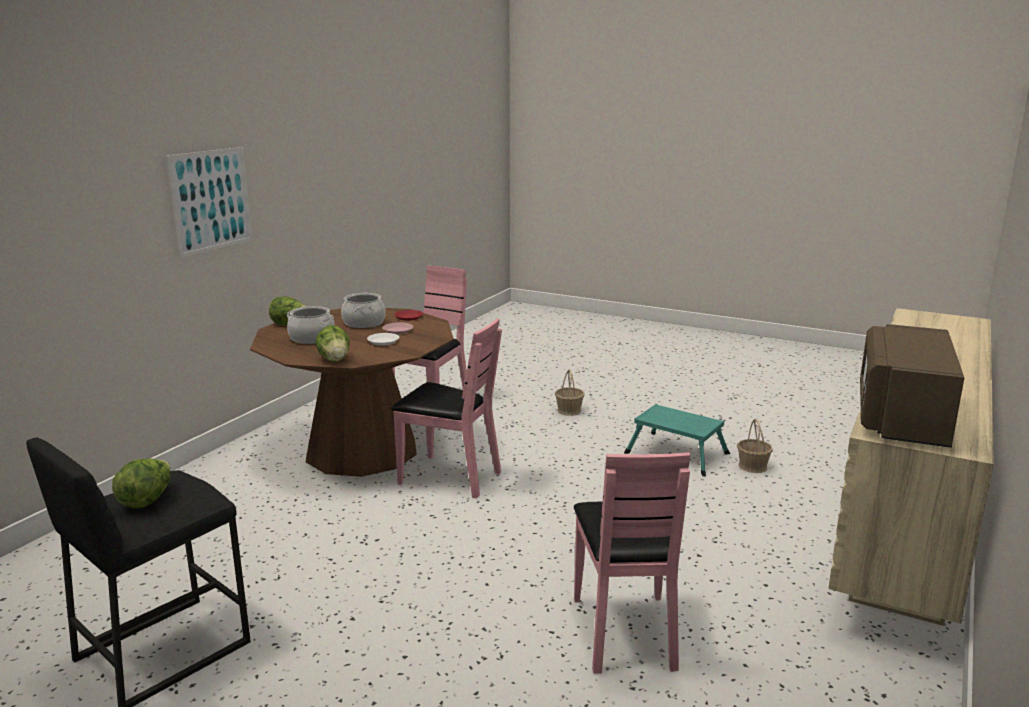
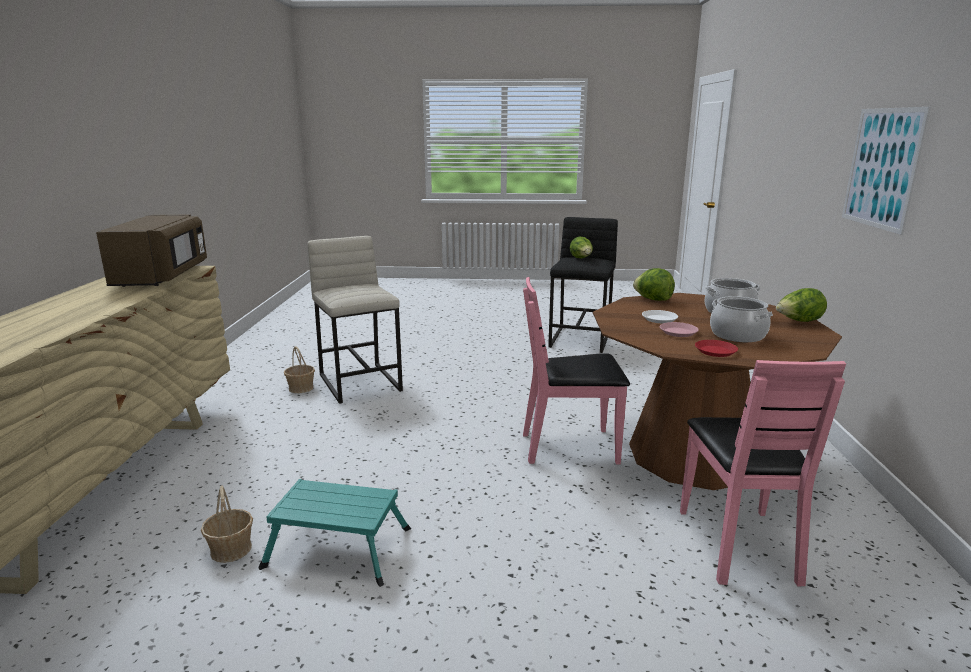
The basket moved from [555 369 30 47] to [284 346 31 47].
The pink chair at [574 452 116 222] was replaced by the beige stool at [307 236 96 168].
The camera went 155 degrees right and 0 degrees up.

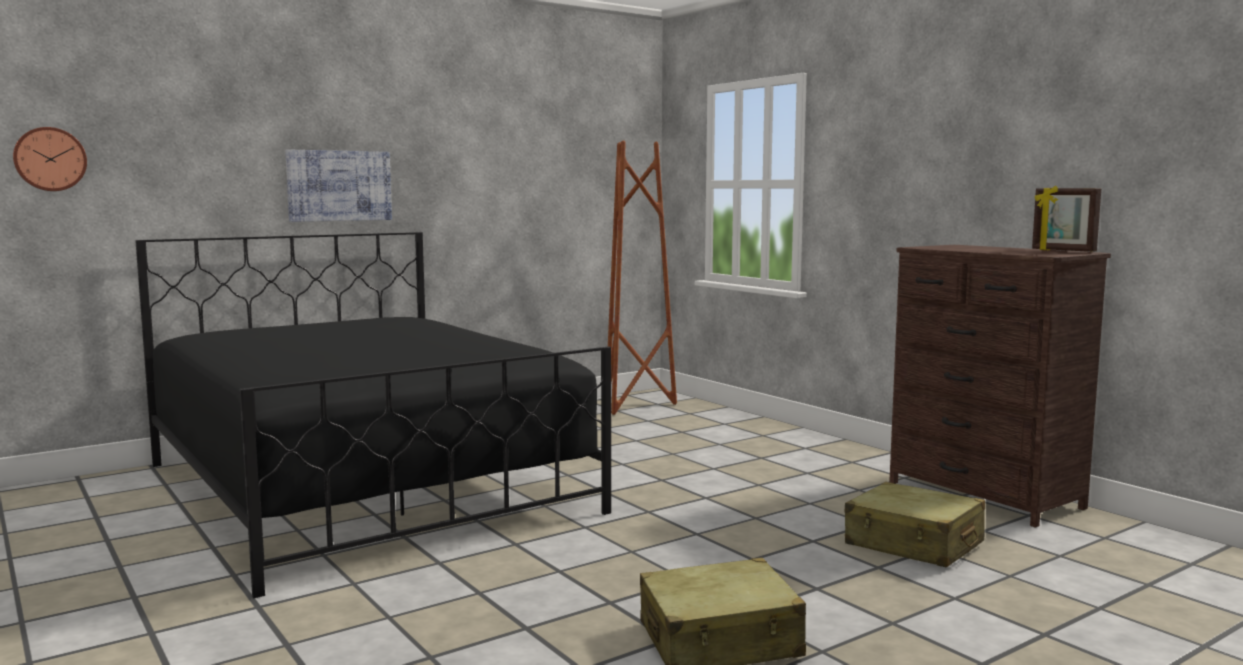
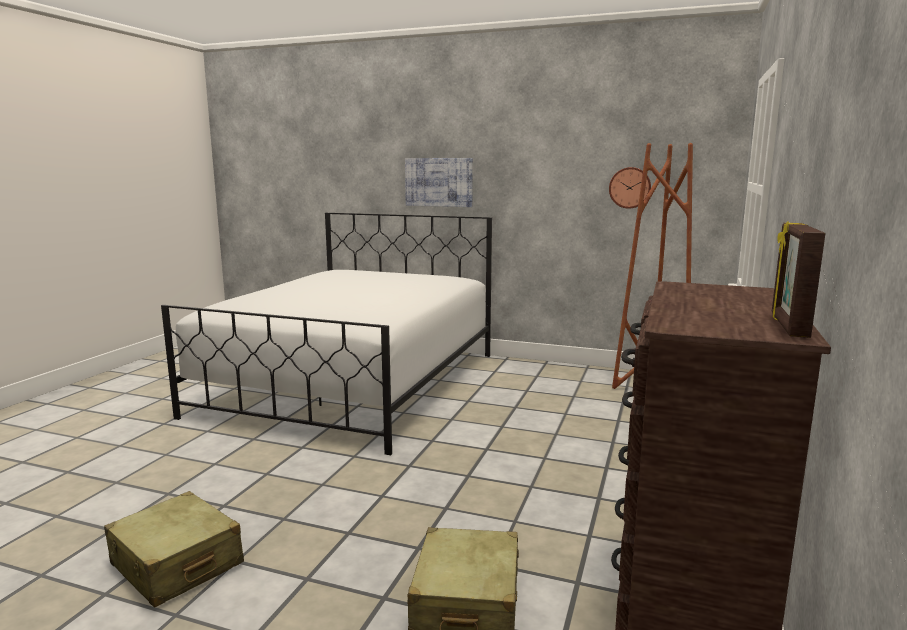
The wall clock moved from [13 127 74 64] to [609 167 42 42].
The black bed at [135 232 476 366] became the white bed at [161 213 331 242].
The camera went 55 degrees right and 5 degrees up.

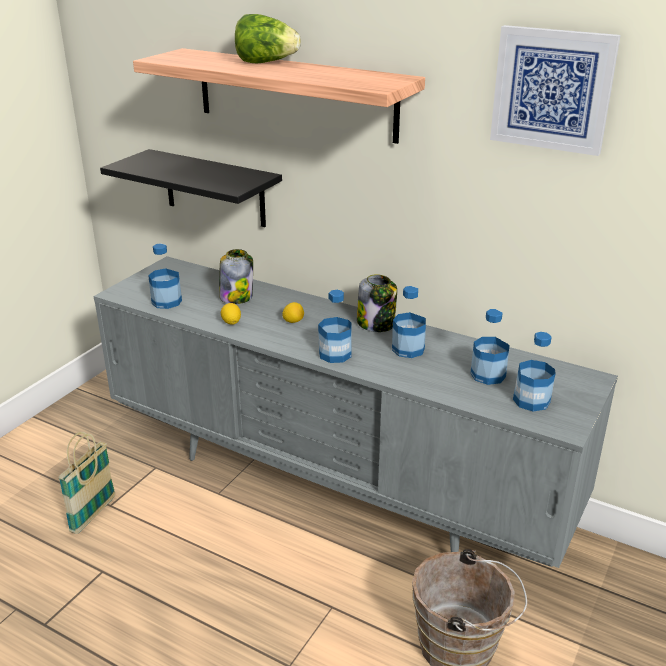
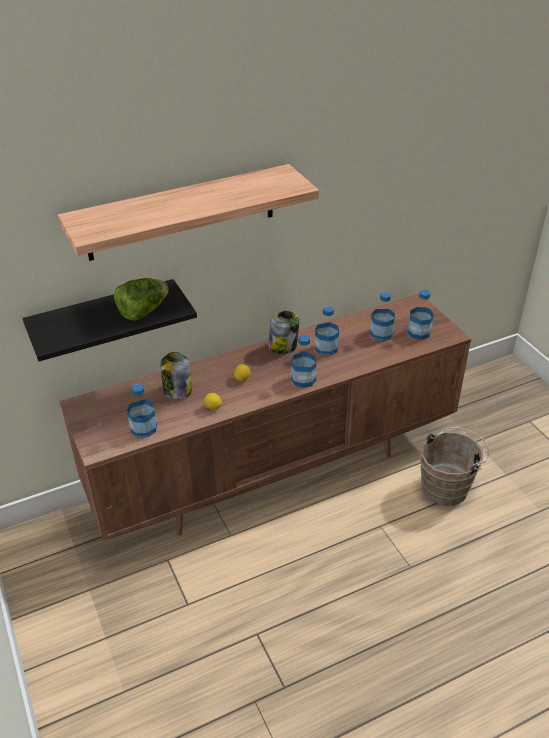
The basket at [58 432 57 102] disappeared.
The grey cabinet at [94 256 524 312] became the brown cabinet at [59 294 412 247].
The lettuce moved from [235 14 66 49] to [114 278 54 43].
The picture at [490 25 131 131] disappeared.
The camera went 55 degrees left and 10 degrees up.

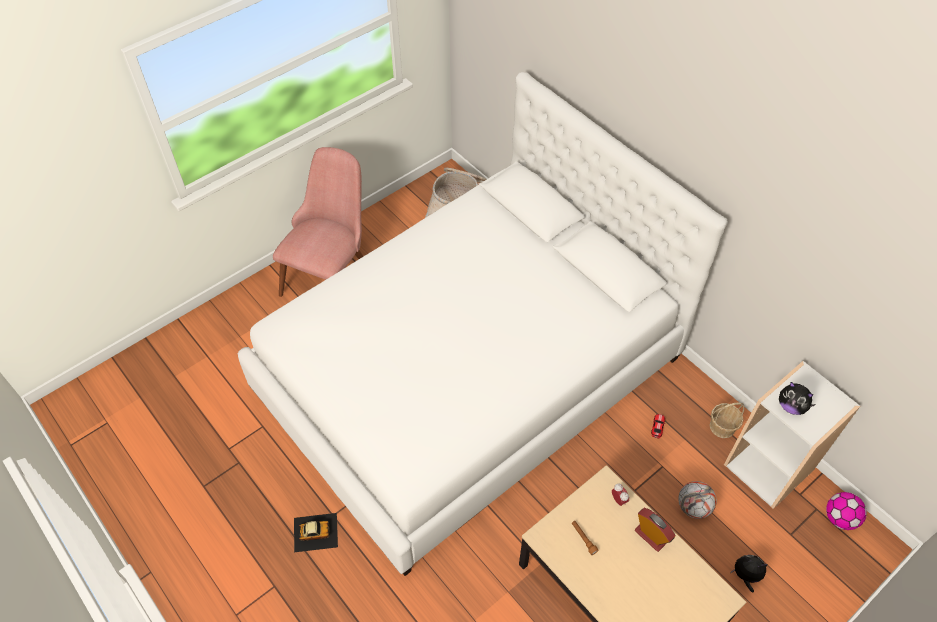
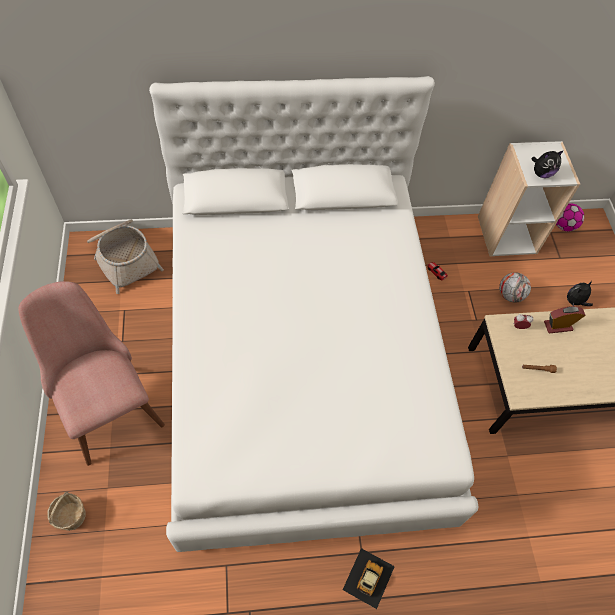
The basket moved from [710 403 34 35] to [47 492 39 39].
The camera went 60 degrees left and 5 degrees up.

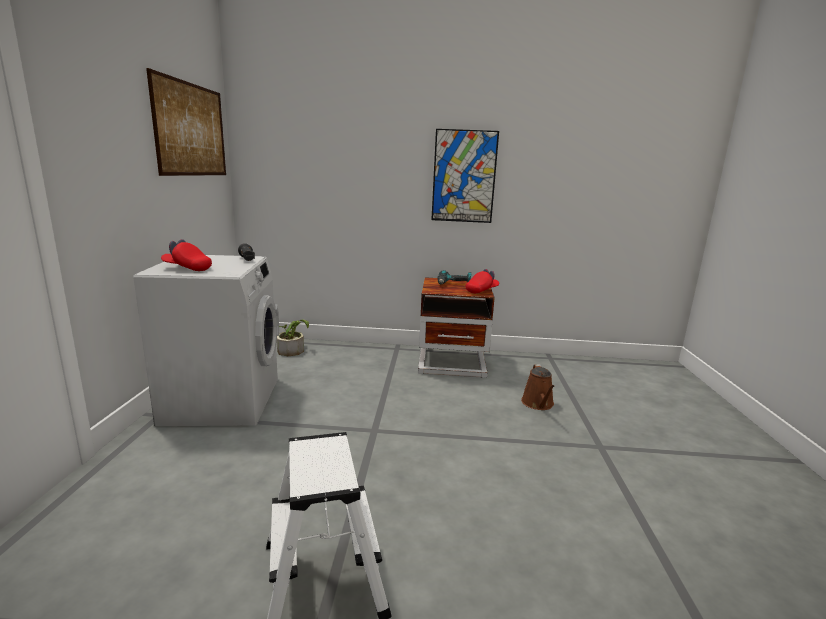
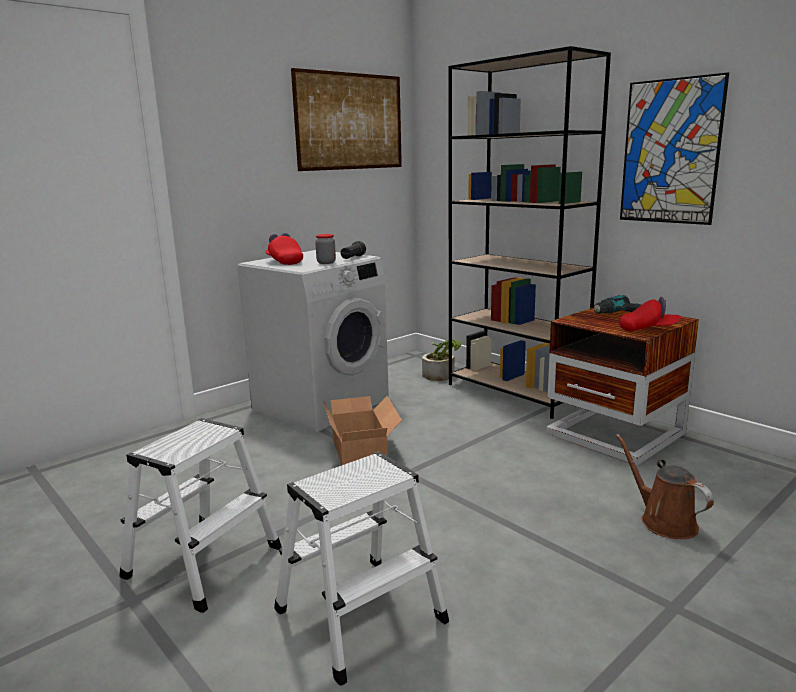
The brown watering can at [521 364 34 46] turned 105 degrees clockwise.
The white step ladder at [274 451 175 235] appeared.
The jar at [315 234 21 30] appeared.
The cardboard box at [322 396 80 70] appeared.
The beige bookcase at [448 46 163 373] appeared.
The camera went 45 degrees right and 0 degrees up.

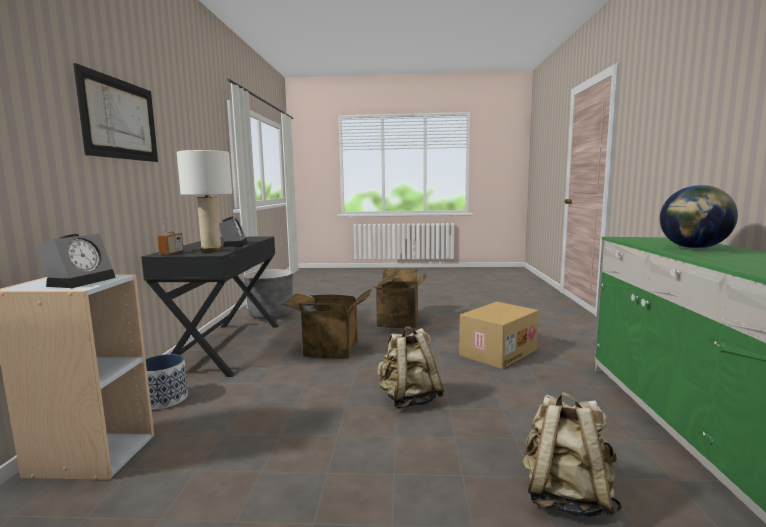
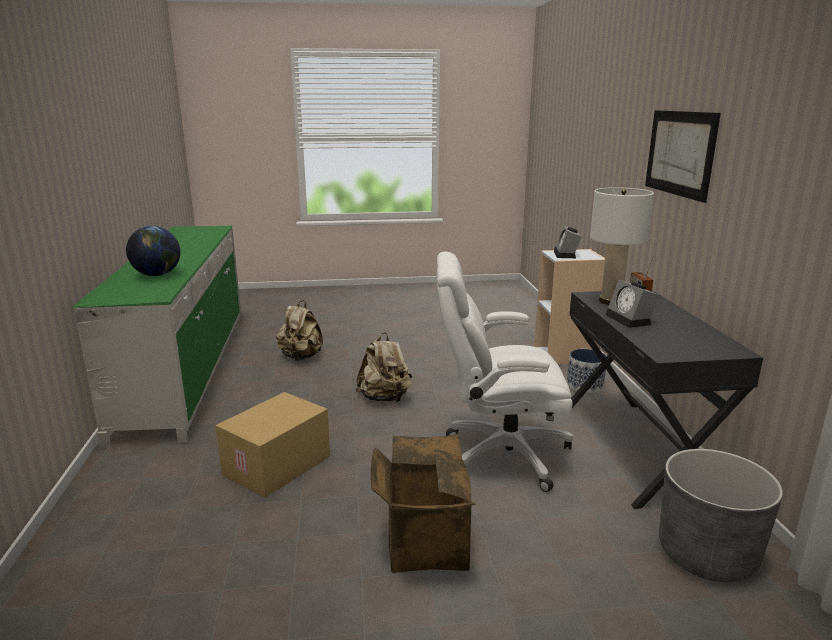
The cardboard box at [281 288 91 70] was replaced by the white office chair at [437 252 136 240].
The camera went 170 degrees right and 10 degrees up.

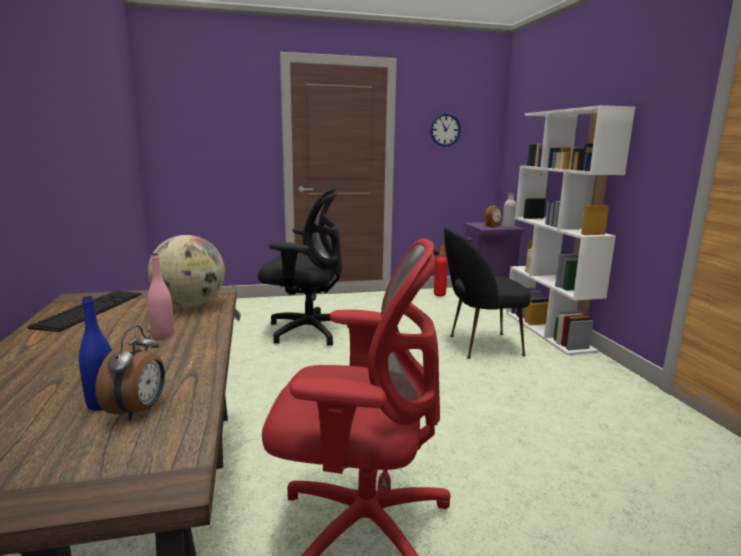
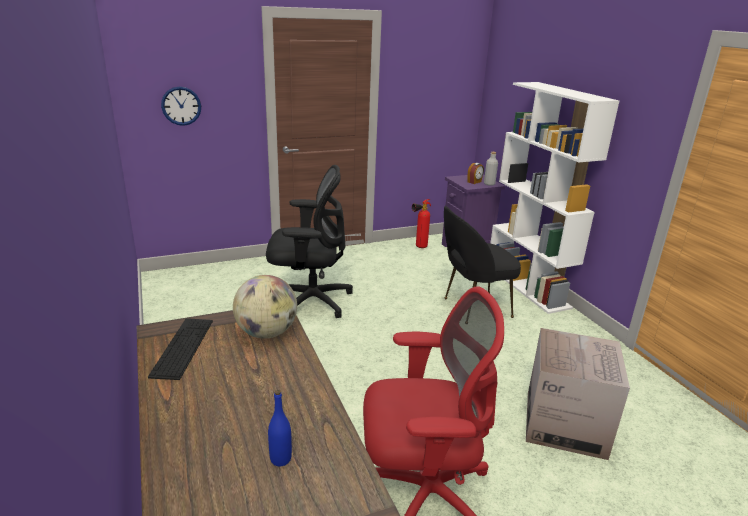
The alarm clock at [95 325 70 96] disappeared.
The pink bottle at [147 253 27 86] disappeared.
The wall clock moved from [430 113 31 34] to [161 86 40 40].
The cardboard box at [526 328 104 132] appeared.
The camera went 10 degrees left and 10 degrees up.

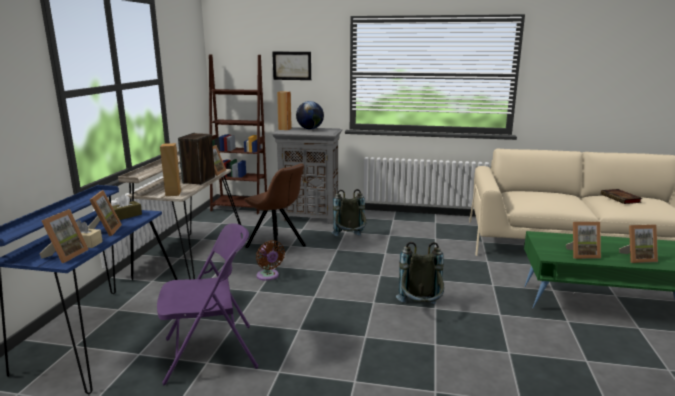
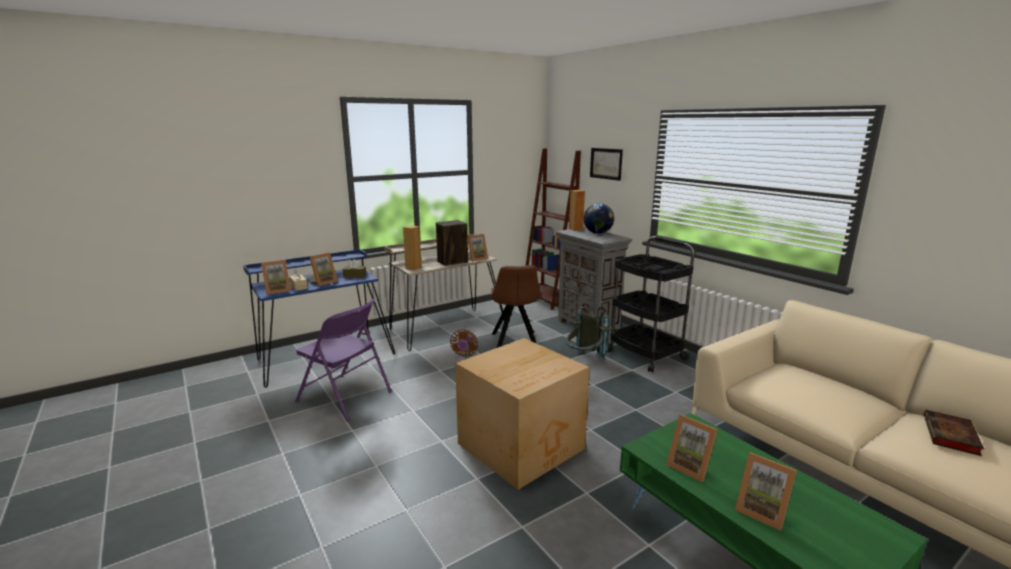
The grey backpack at [396 242 48 62] was replaced by the cardboard box at [455 338 134 152].
The black cart at [608 236 86 136] appeared.
The camera went 45 degrees right and 0 degrees up.

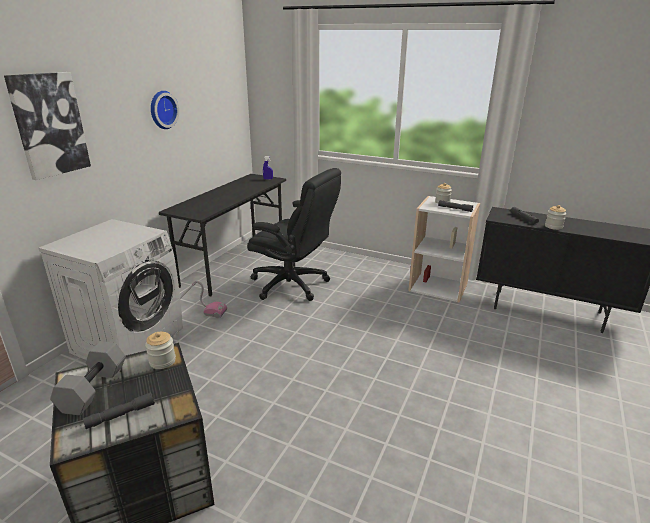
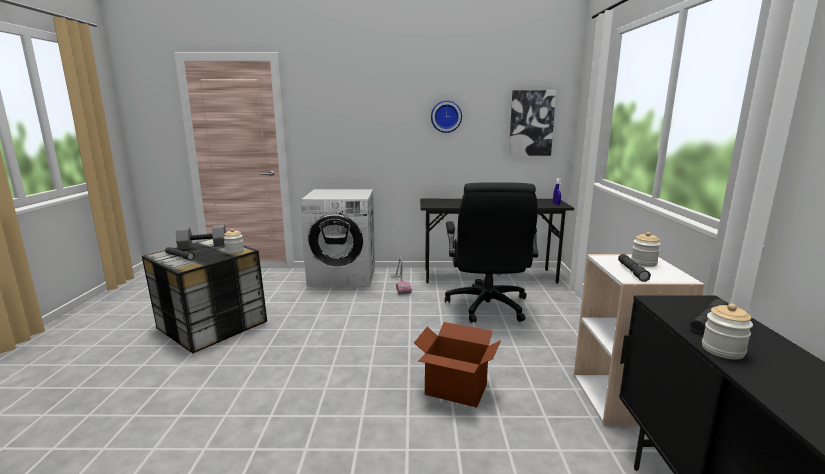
The picture moved from [4 72 87 108] to [509 90 47 66].
The cardboard box at [414 322 87 86] appeared.
The camera went 65 degrees right and 10 degrees down.

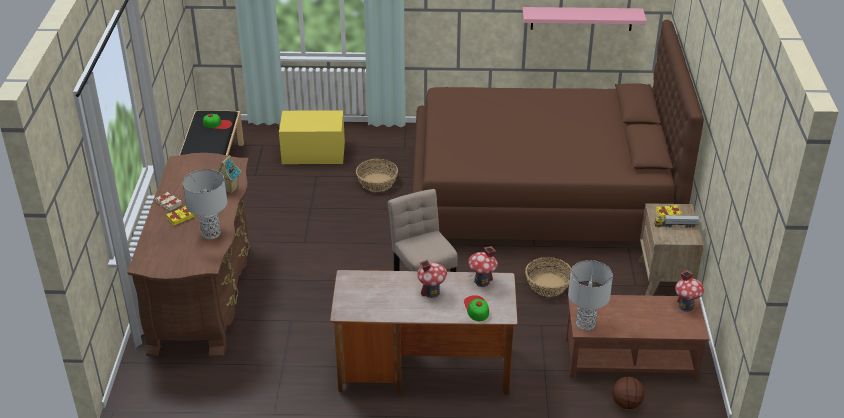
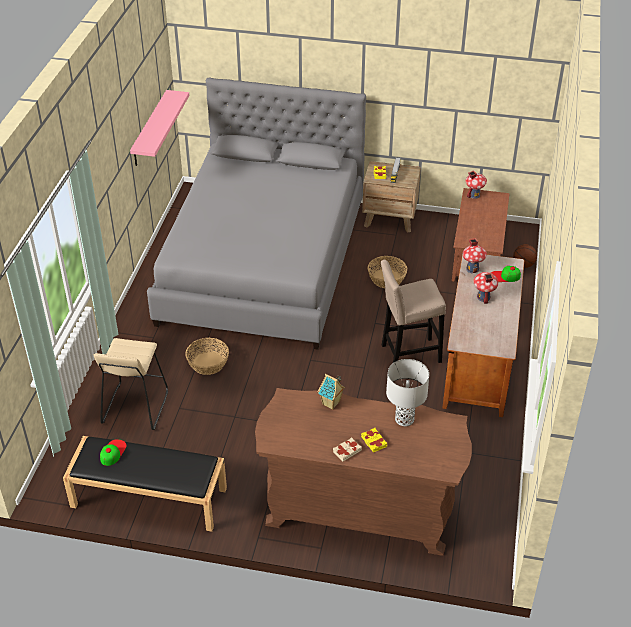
The yellow storage box at [279 110 66 54] was replaced by the beige stool at [94 338 74 92].
The brown bed at [412 20 292 222] became the grey bed at [147 77 219 273].
The white table lamp at [568 260 45 71] disappeared.
The camera went 80 degrees left and 5 degrees up.

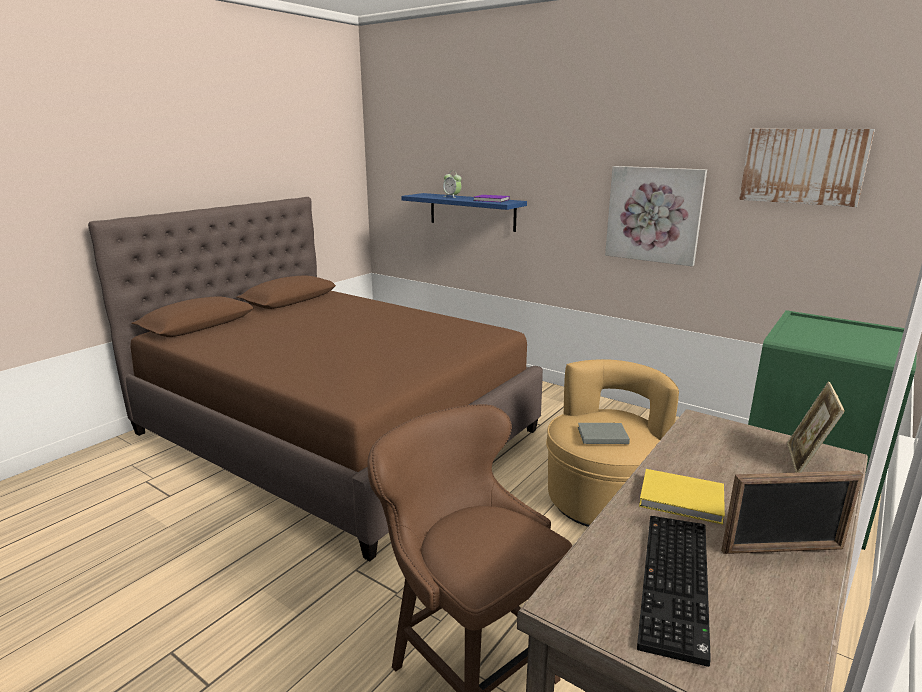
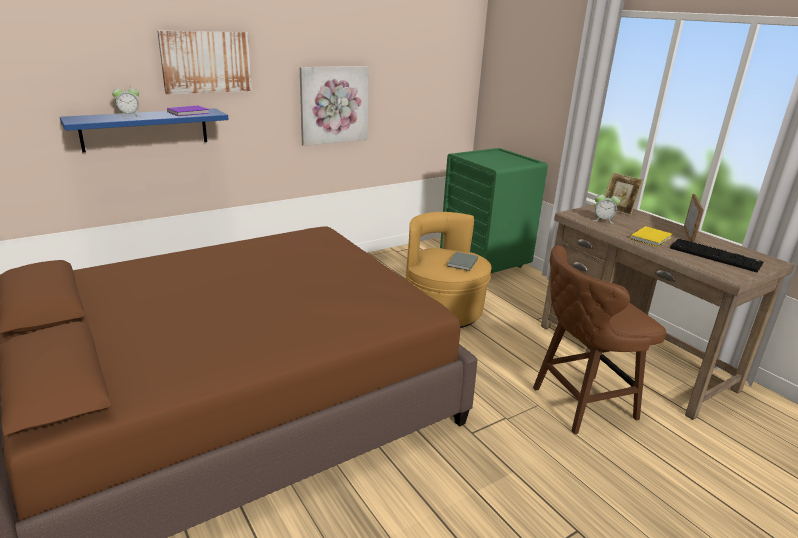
The picture moved from [739 129 136 78] to [157 31 95 63].
The alarm clock at [593 191 27 33] appeared.
The camera went 70 degrees left and 5 degrees up.

